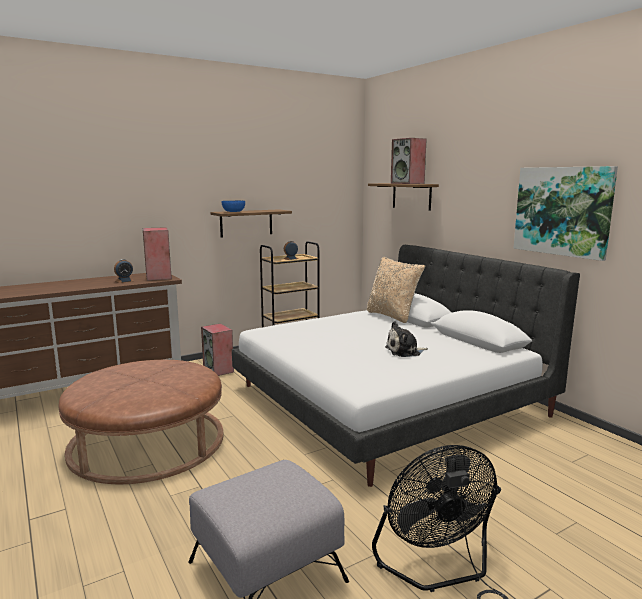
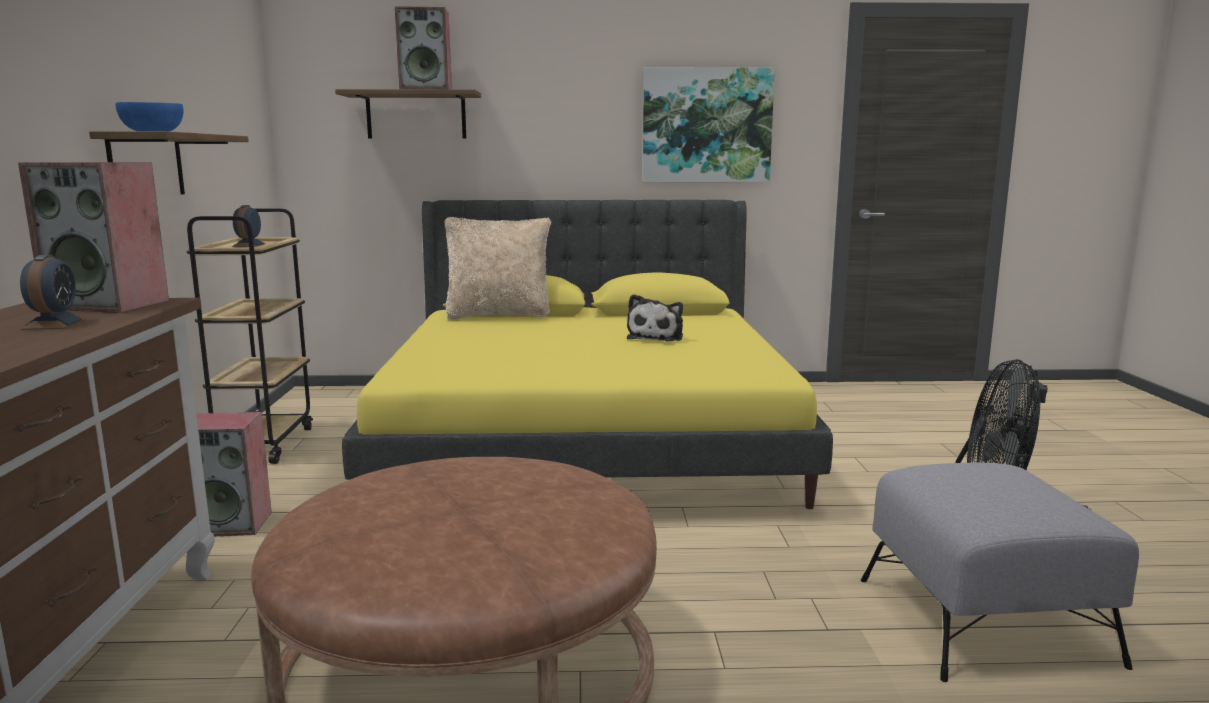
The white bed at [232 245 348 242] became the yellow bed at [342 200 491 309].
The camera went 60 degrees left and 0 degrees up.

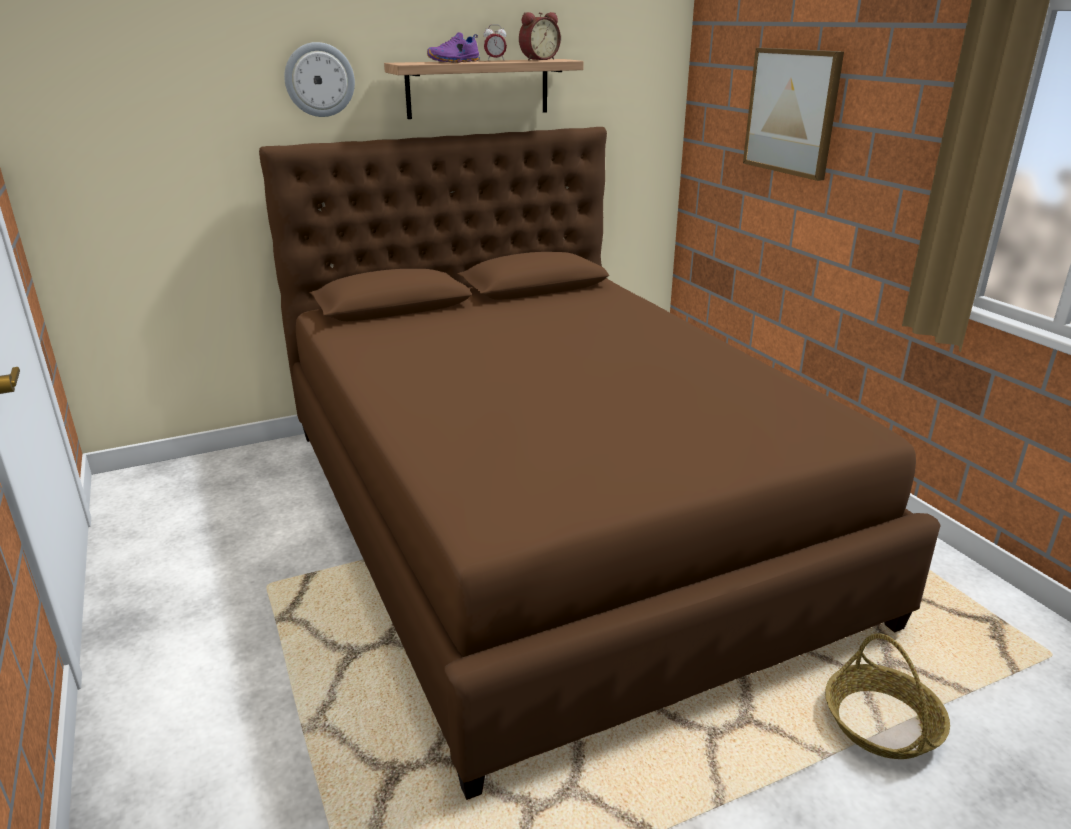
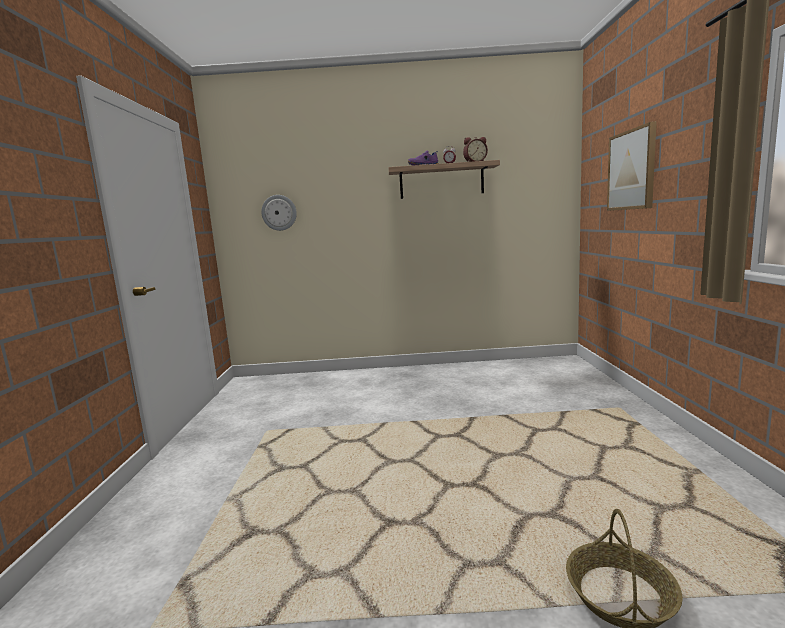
The brown bed at [259 127 682 673] disappeared.
The wall clock moved from [284 42 71 75] to [261 195 36 36].
The camera went 25 degrees right and 15 degrees down.

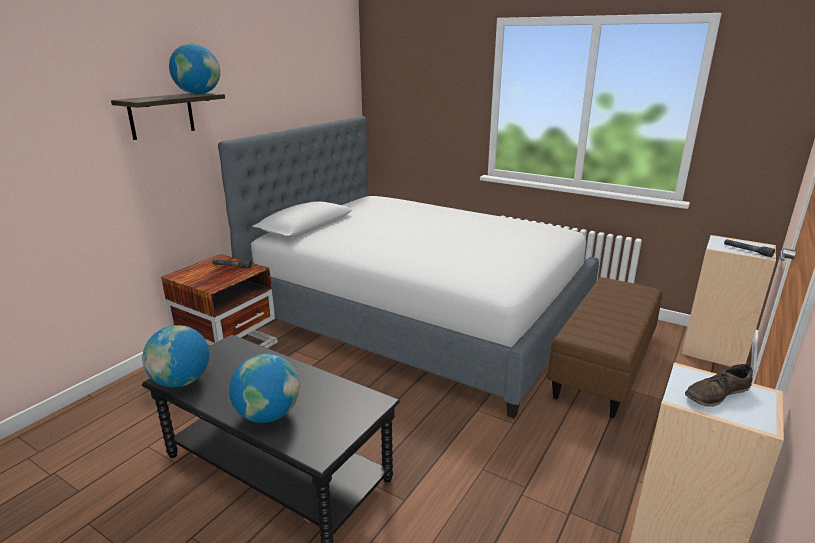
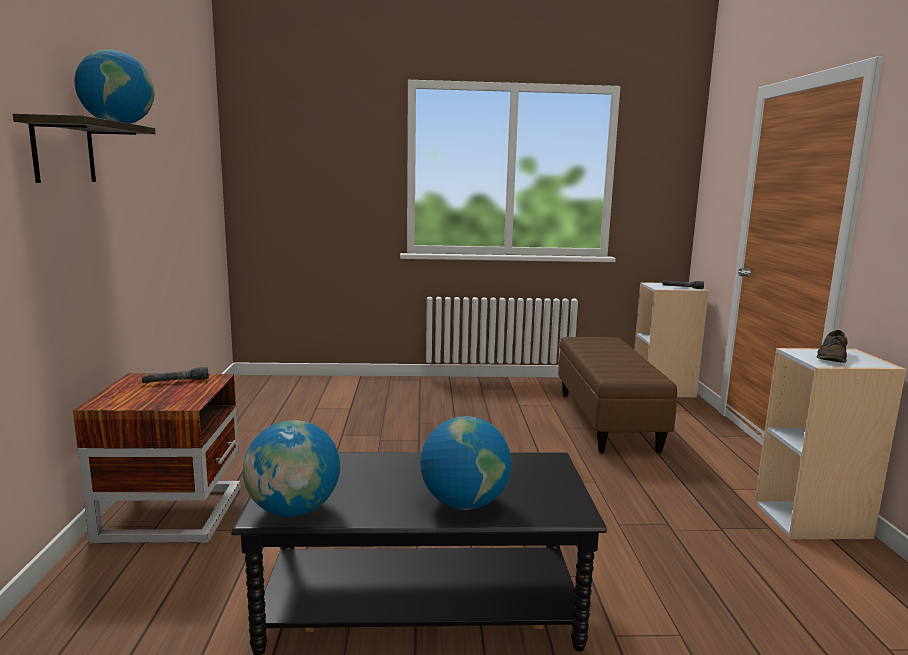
The bed at [218 116 381 302] disappeared.
The camera went 35 degrees left and 10 degrees down.

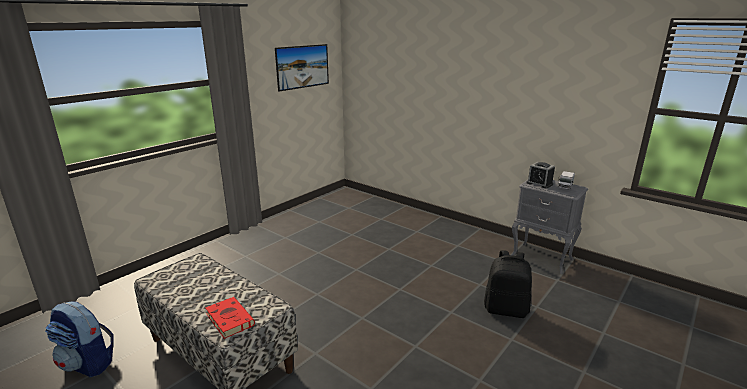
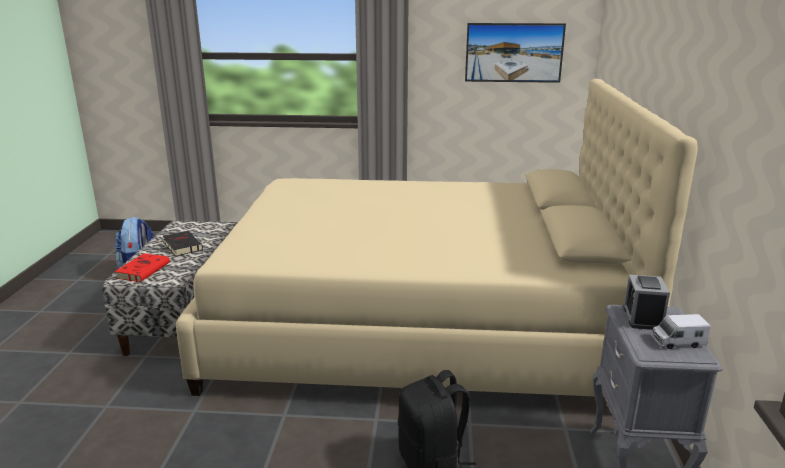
The black book at [162 231 41 25] appeared.
The beige bed at [176 79 522 318] appeared.
The camera went 55 degrees right and 0 degrees up.

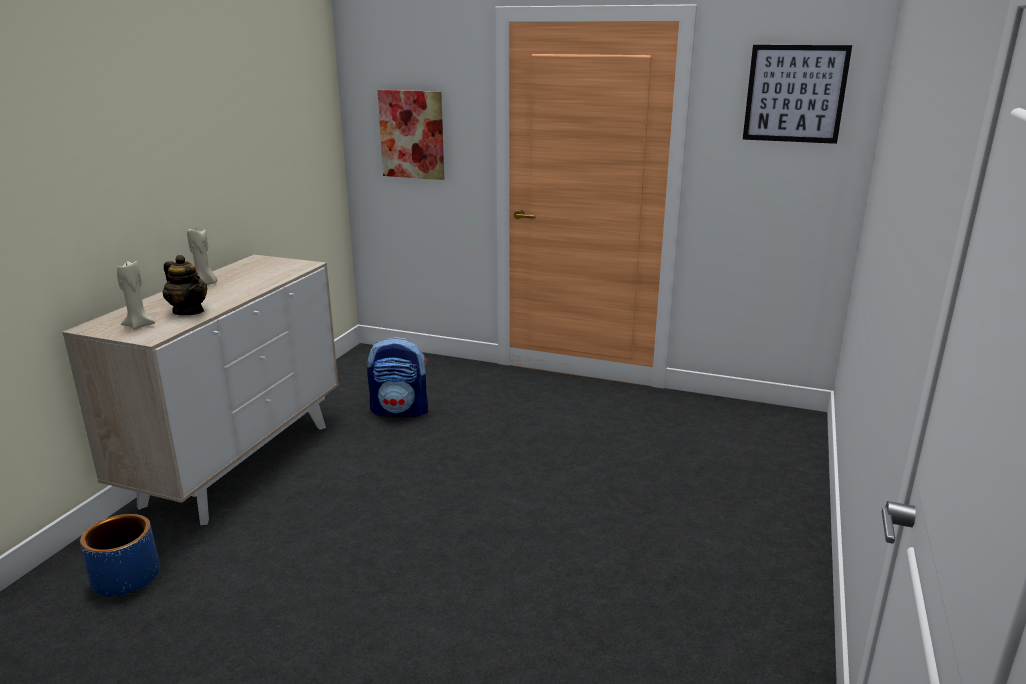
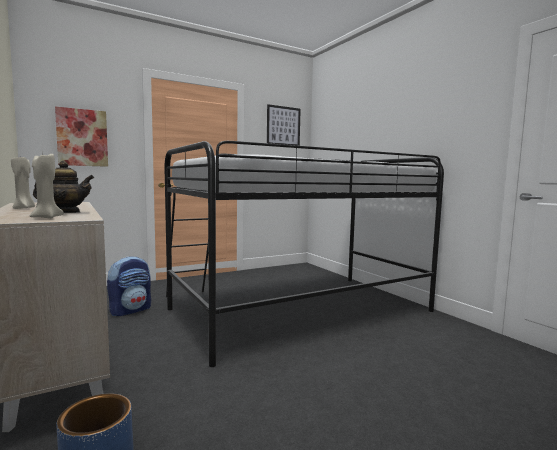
The black bed at [164 141 280 226] appeared.
The camera went 50 degrees left and 15 degrees down.

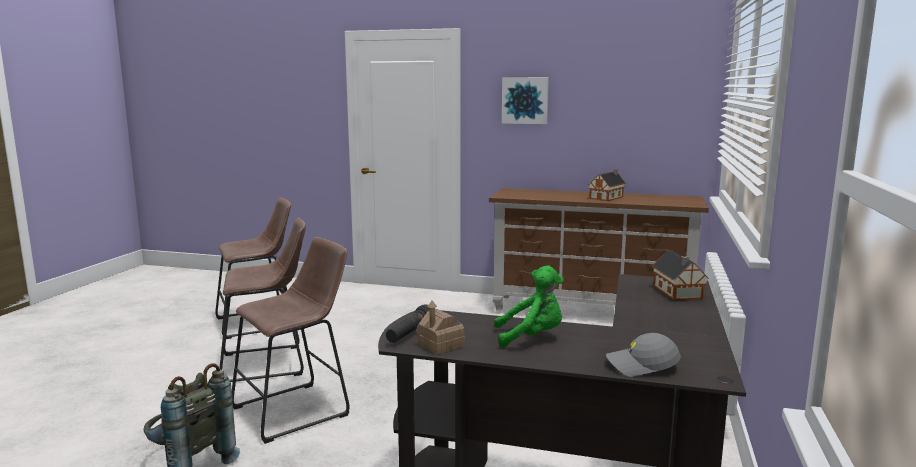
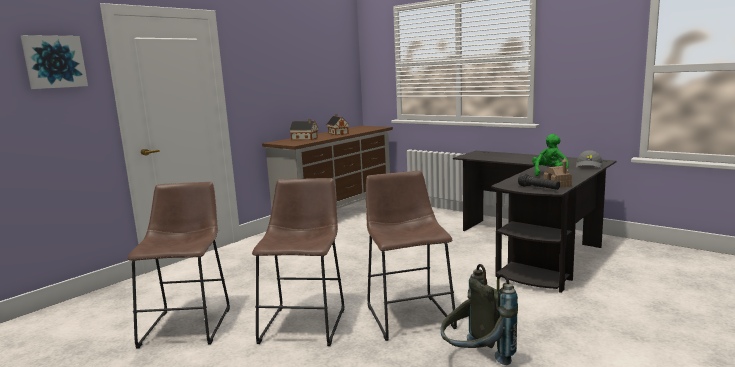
The picture moved from [502 77 47 47] to [21 35 67 54].
The toy house moved from [652 250 57 50] to [289 119 29 21].
The camera went 65 degrees left and 0 degrees up.

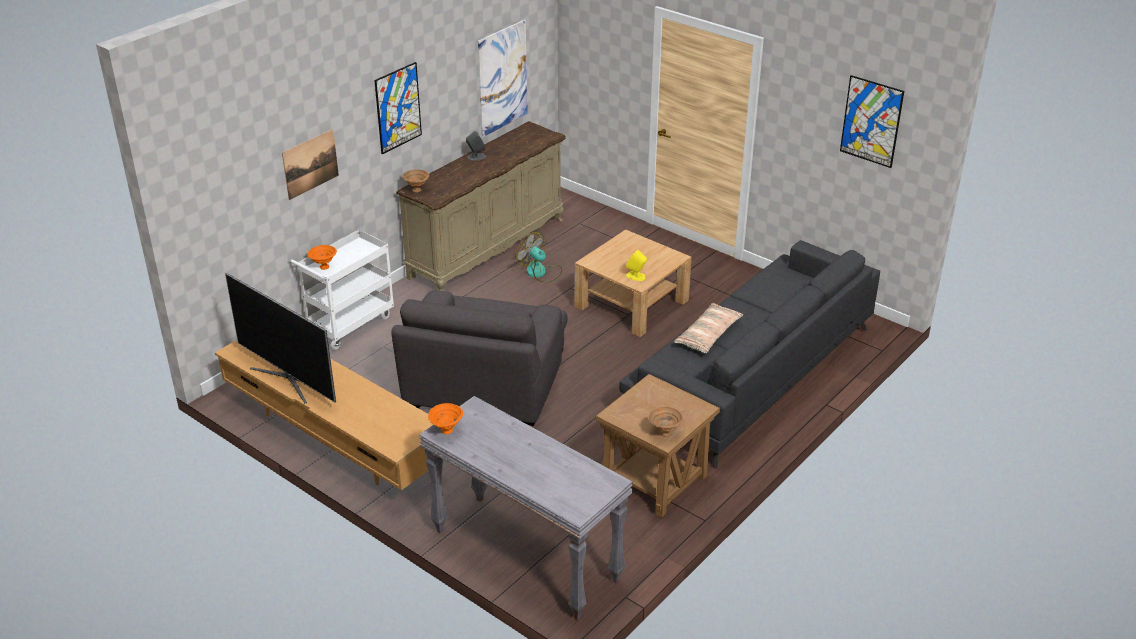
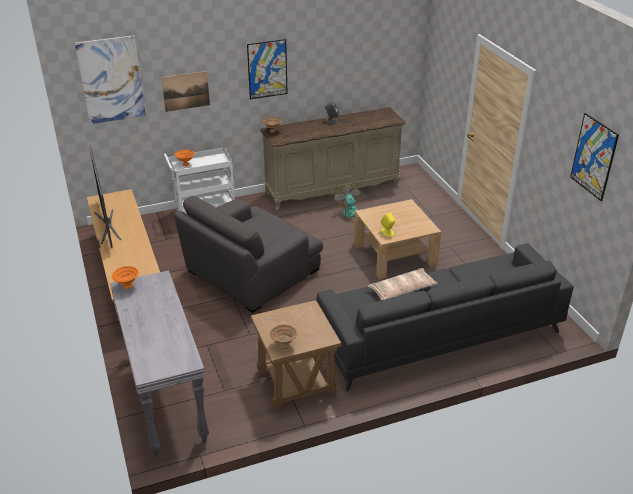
The picture moved from [478 20 50 117] to [75 35 71 89].
The camera went 30 degrees right and 0 degrees up.

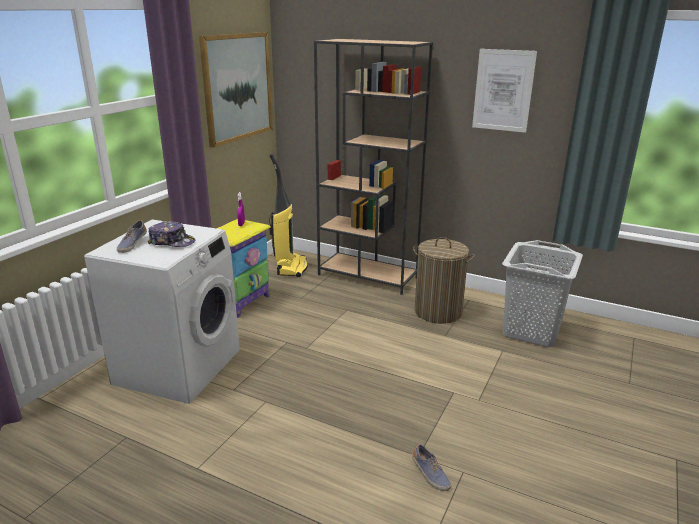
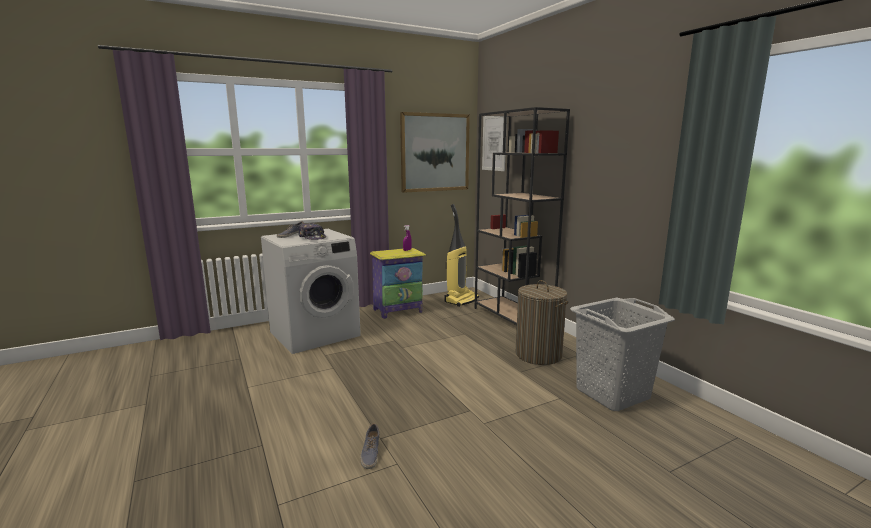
The picture moved from [472 49 65 84] to [482 116 25 55].
The camera went 35 degrees right and 10 degrees down.

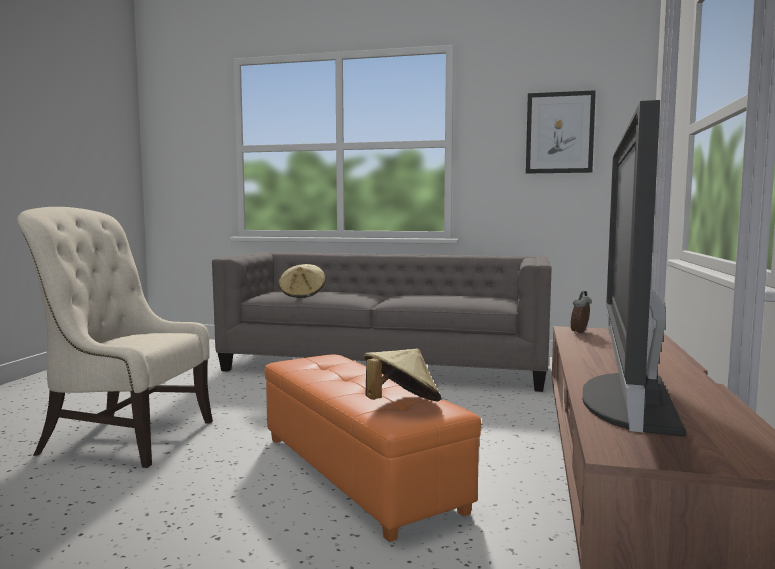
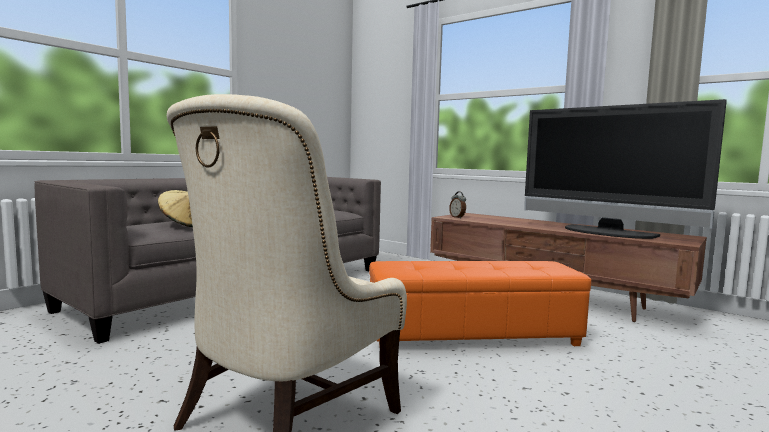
The beige hat at [364 349 77 52] disappeared.
The picture at [526 90 70 84] disappeared.
The camera went 65 degrees left and 0 degrees up.

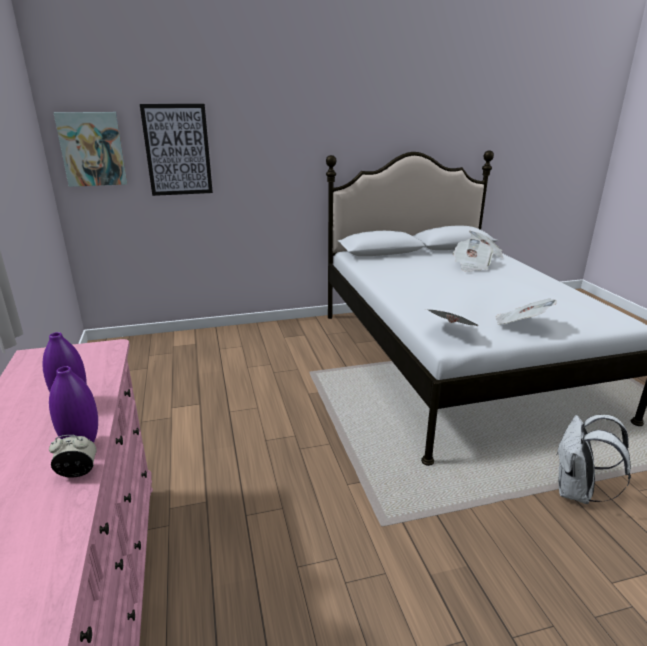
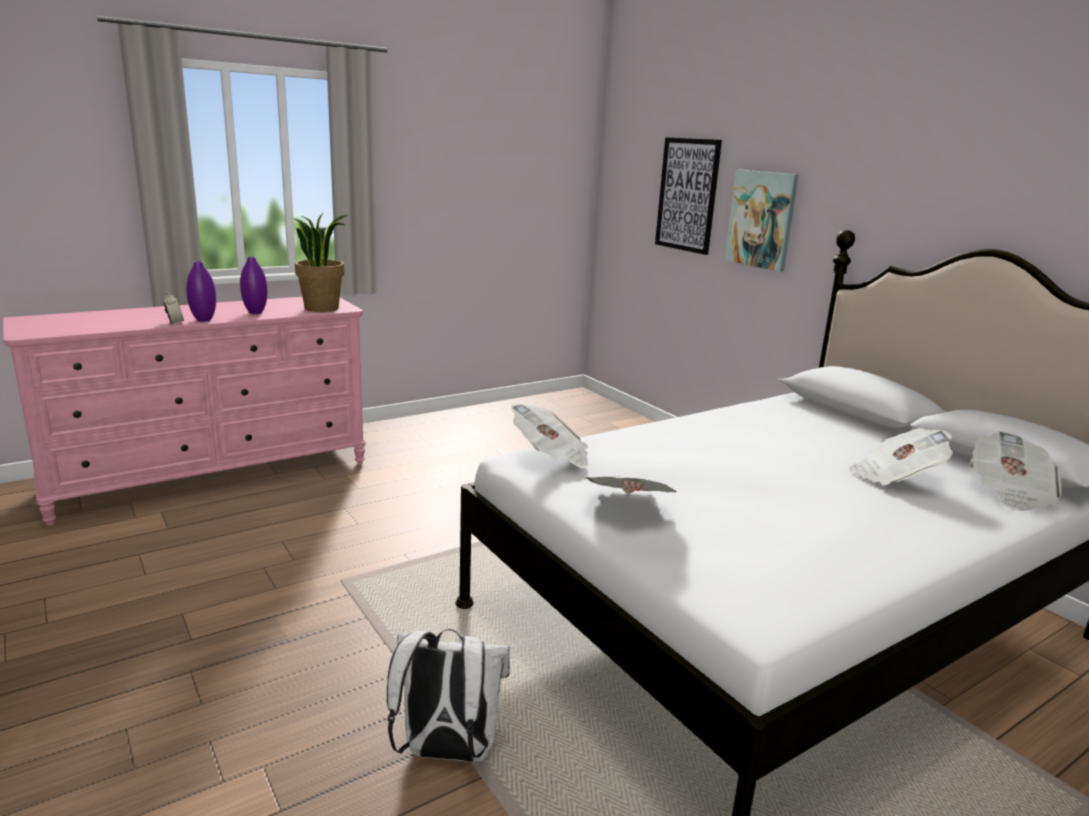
The picture moved from [54 112 73 75] to [724 169 75 103].
The potted plant at [293 213 54 99] appeared.
The camera went 70 degrees right and 5 degrees down.

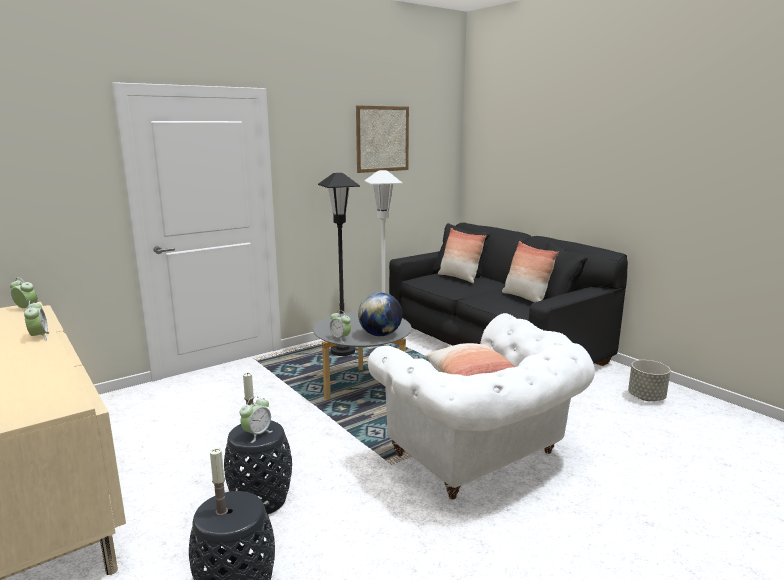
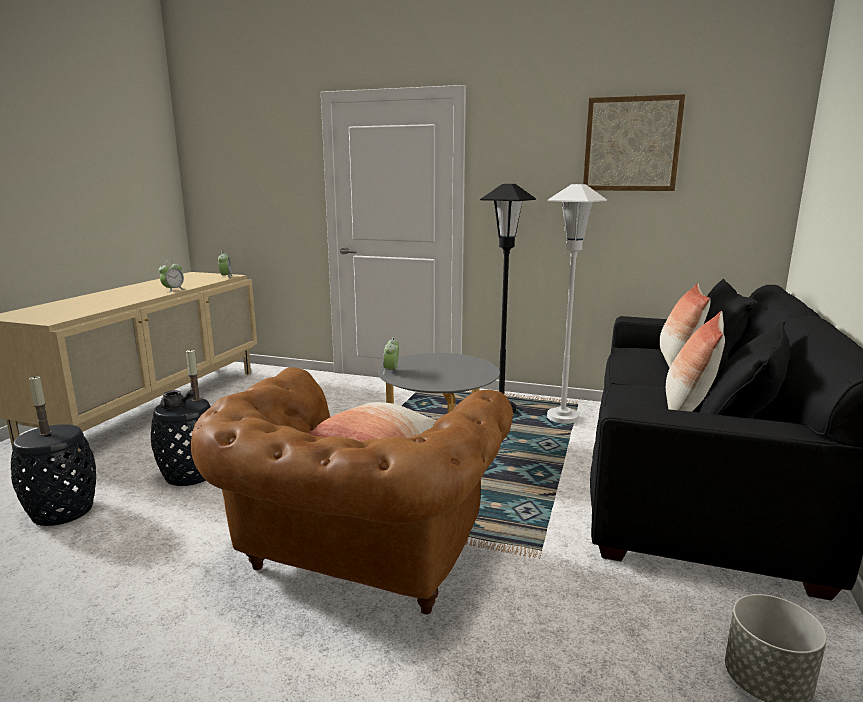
The alarm clock at [240 396 32 47] was replaced by the grey teapot at [160 390 35 19].
The globe at [358 292 44 44] disappeared.
The white armchair at [368 313 227 187] became the brown armchair at [191 367 322 248].
The camera went 55 degrees right and 0 degrees up.

